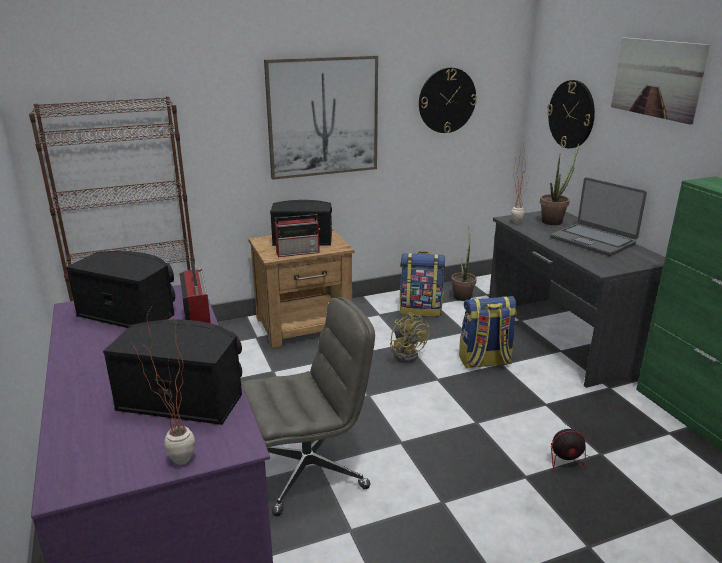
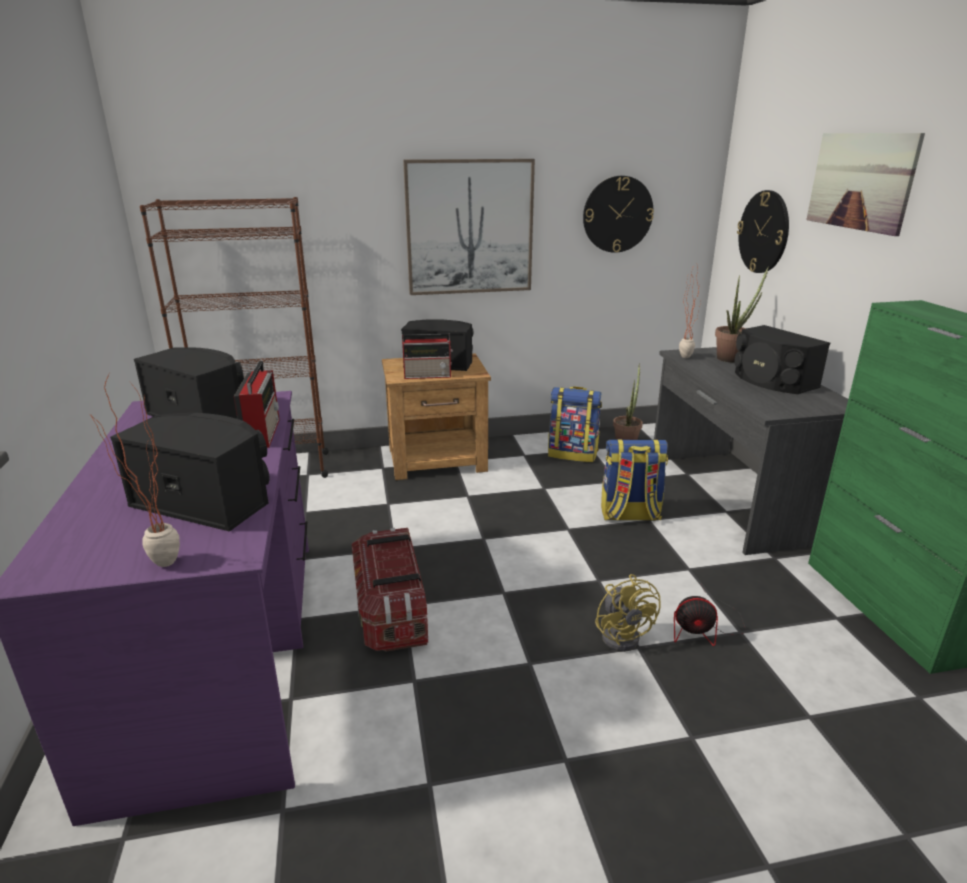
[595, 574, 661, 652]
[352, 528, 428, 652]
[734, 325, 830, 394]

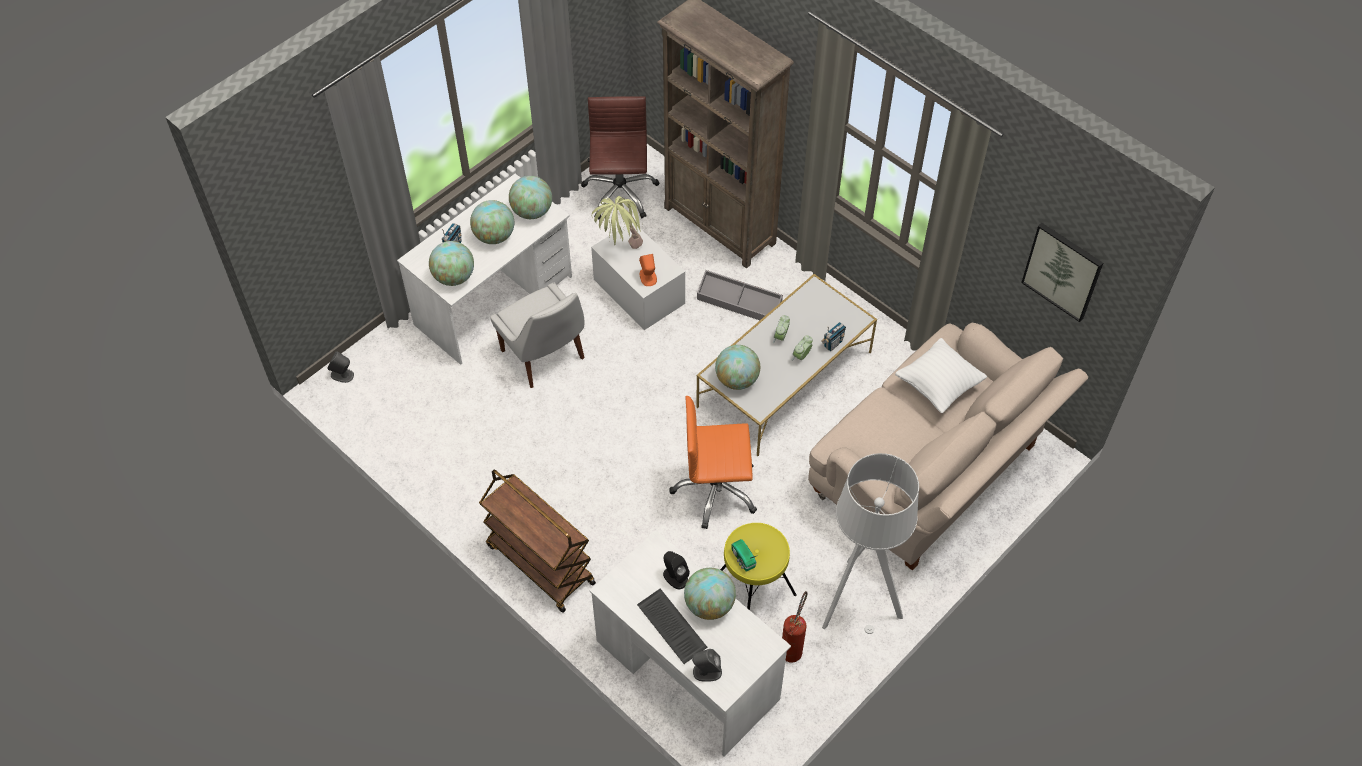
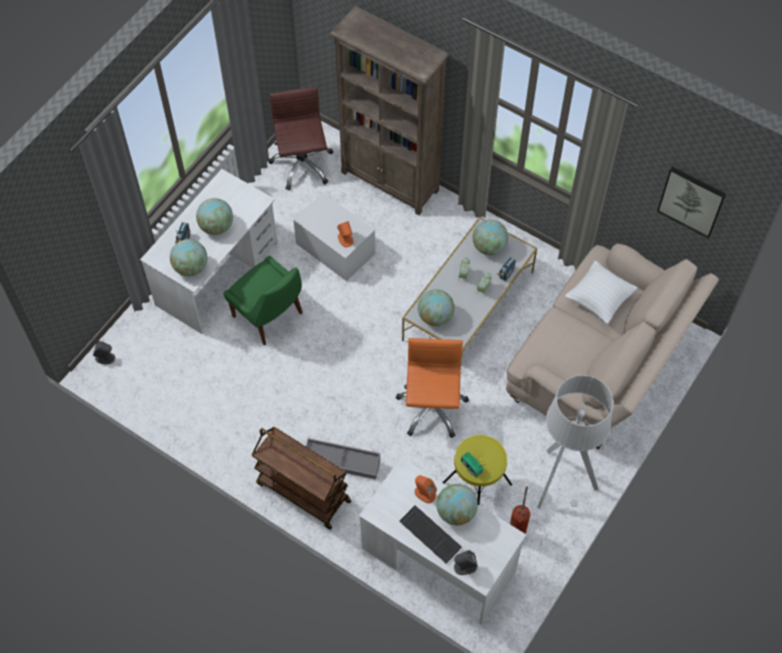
[592, 196, 643, 249] (first image)
[473, 220, 508, 255]
[306, 438, 380, 479]
[224, 256, 303, 345]
[415, 475, 437, 503]
[396, 338, 469, 438]

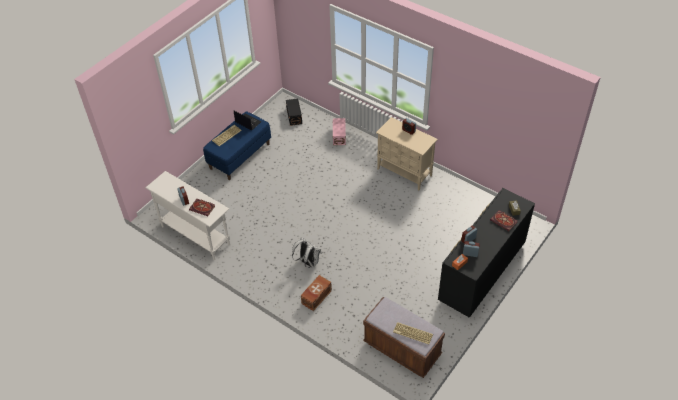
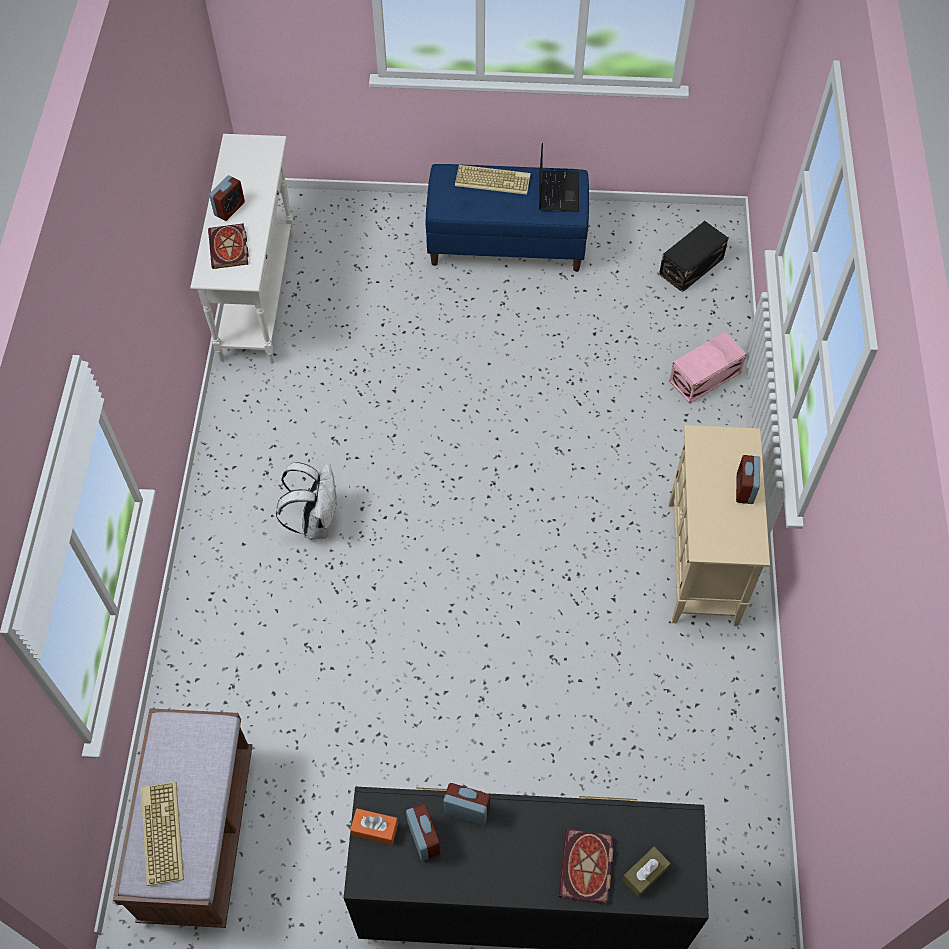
[301, 275, 332, 311] (first image)

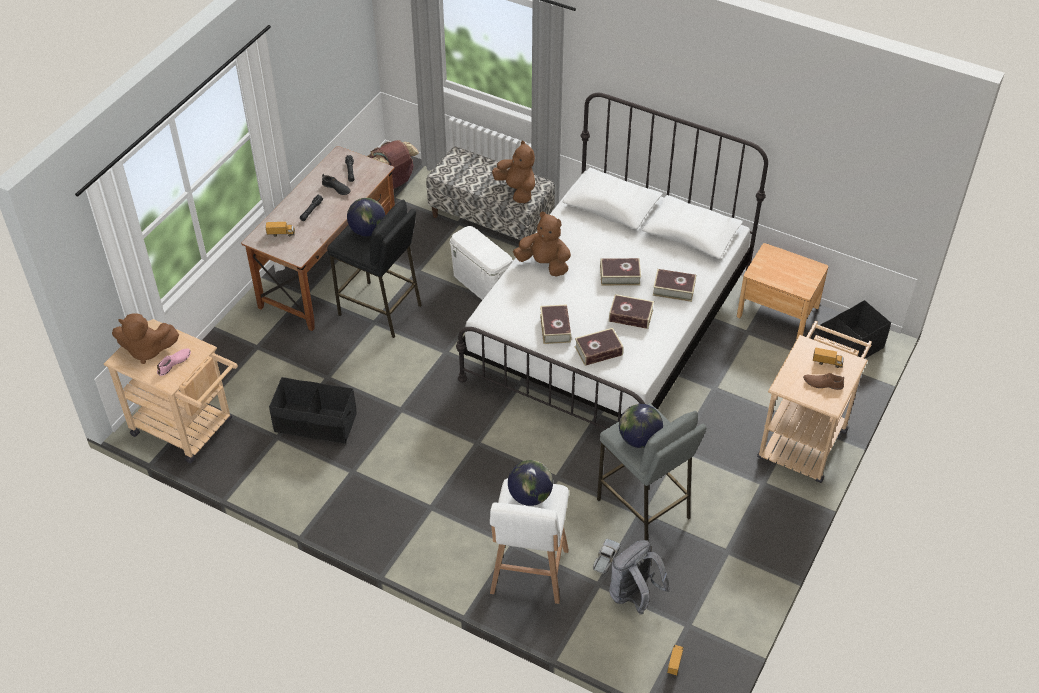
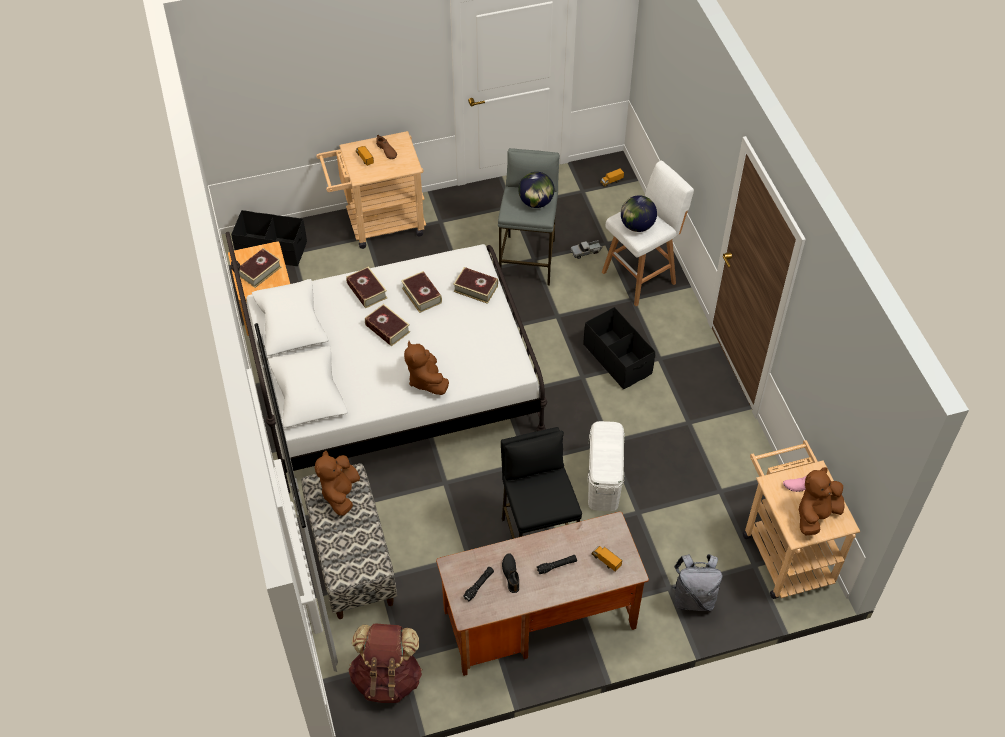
[347, 198, 385, 236] (first image)
[583, 307, 655, 390]
[588, 421, 625, 511]
[239, 248, 281, 288]
[672, 554, 722, 611]
[799, 467, 845, 535]

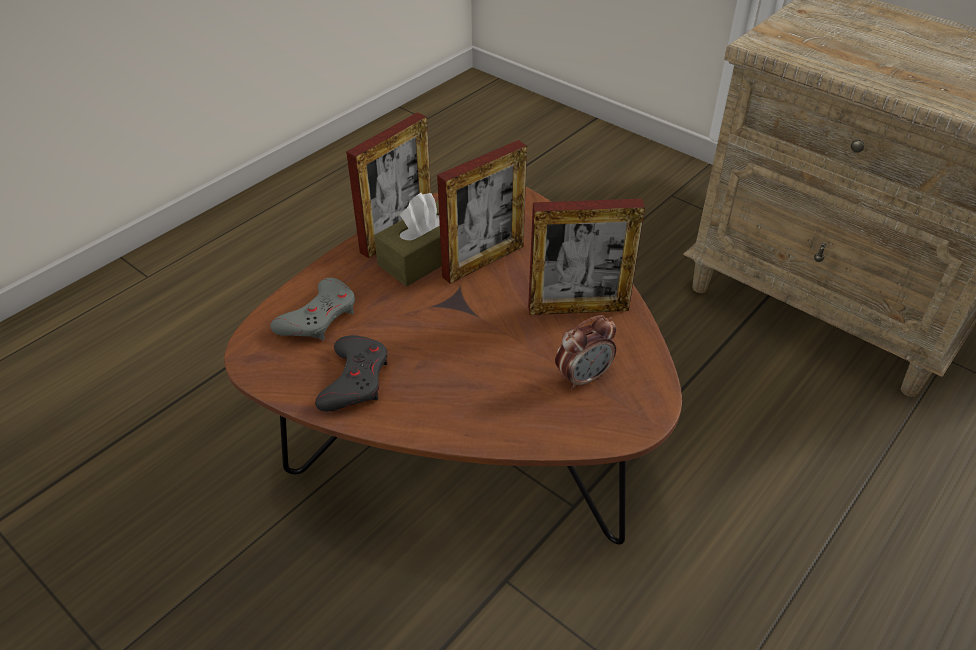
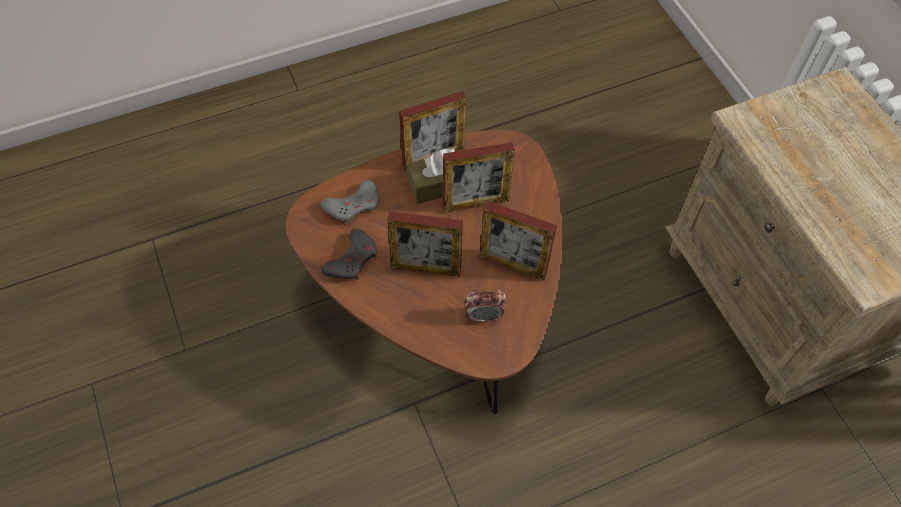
[387, 212, 463, 277]

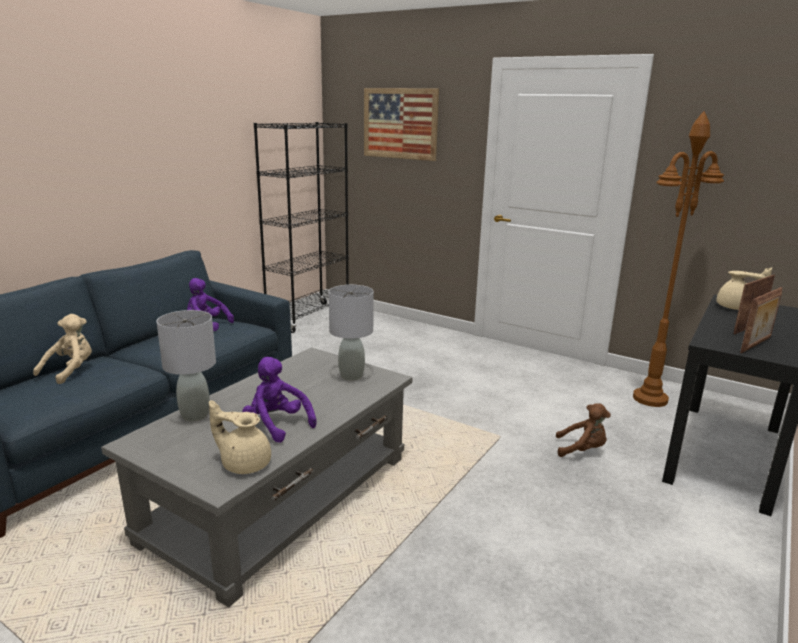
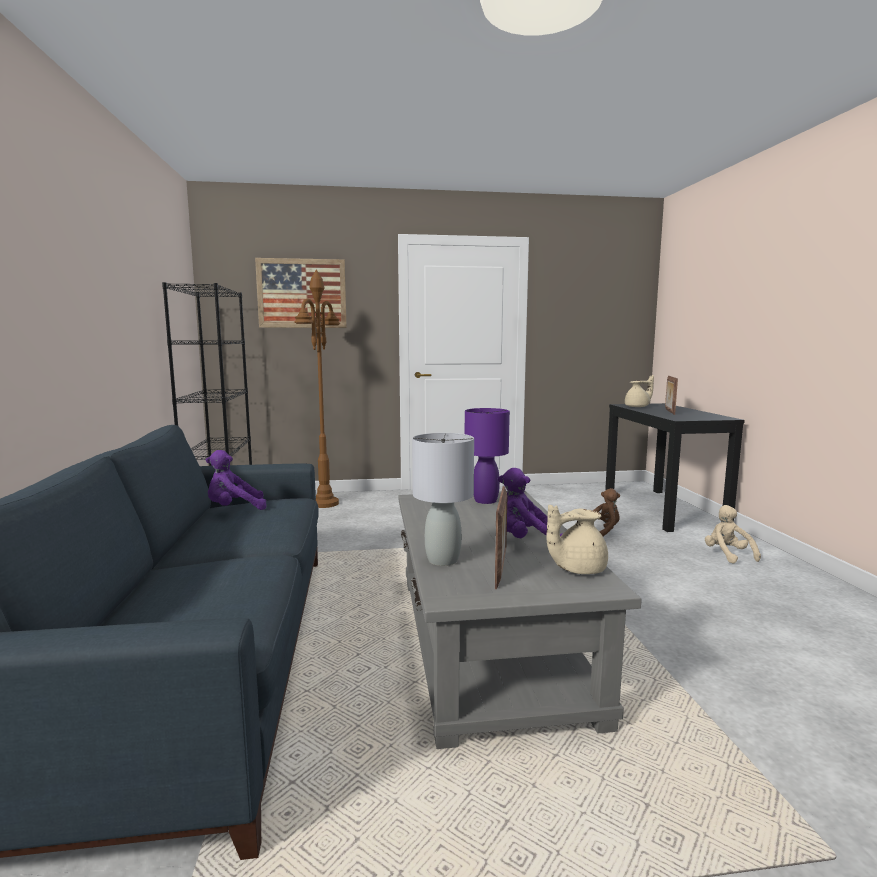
[705, 505, 761, 564]
[294, 270, 340, 508]
[495, 486, 508, 589]
[465, 408, 510, 504]

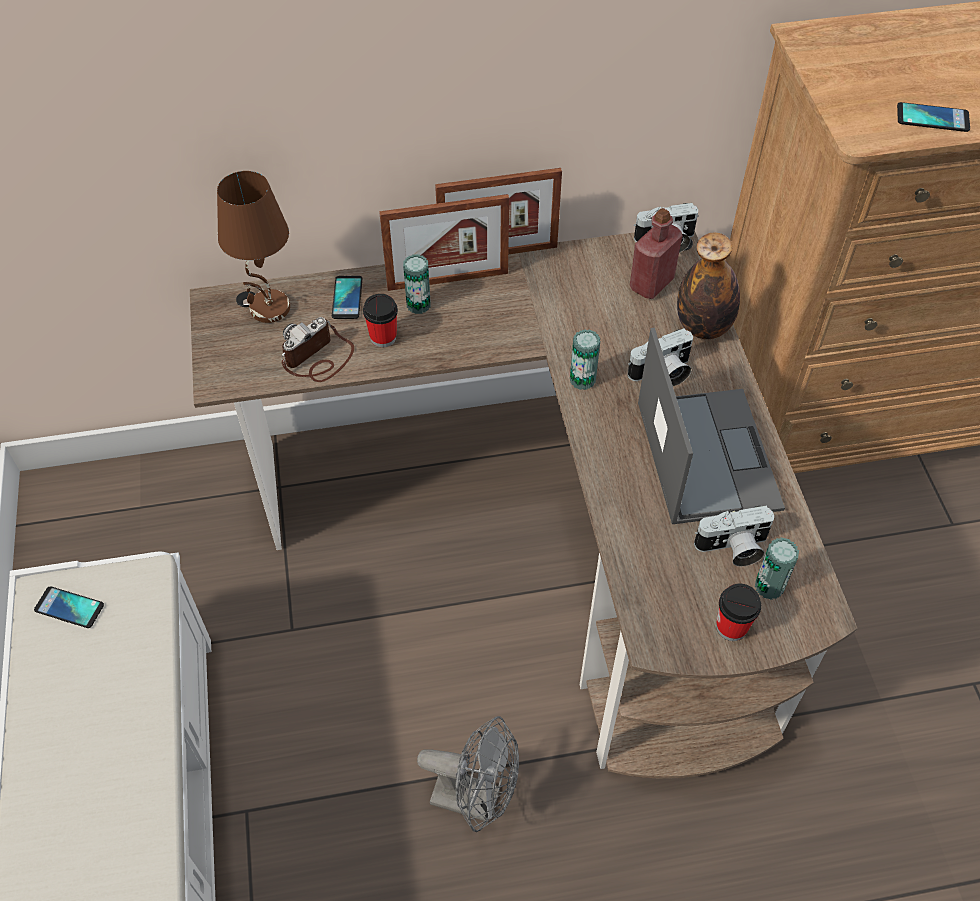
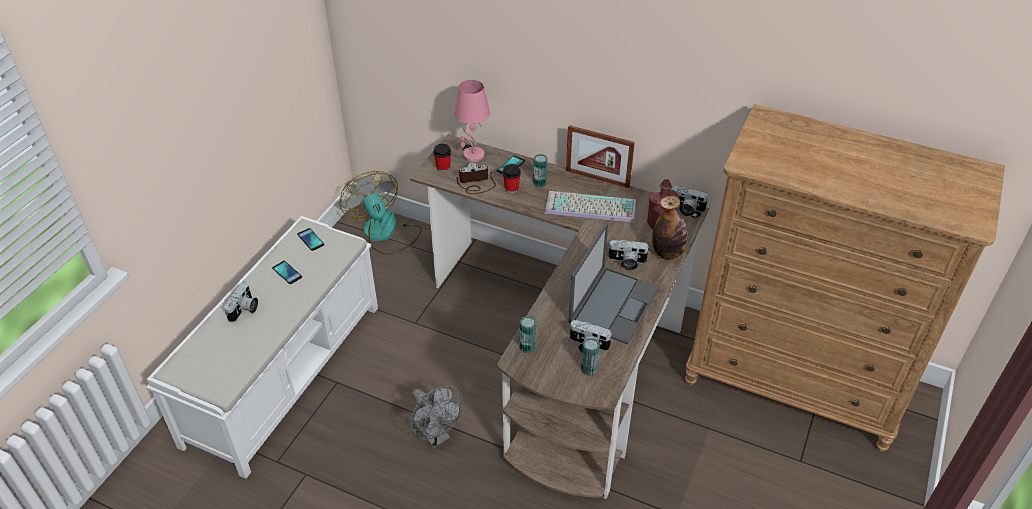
[379, 194, 509, 291] (first image)
[224, 283, 258, 323]
[340, 171, 422, 255]
[545, 191, 636, 223]
[520, 316, 536, 353]
[433, 144, 451, 172]
[272, 261, 302, 284]
[454, 80, 490, 162]

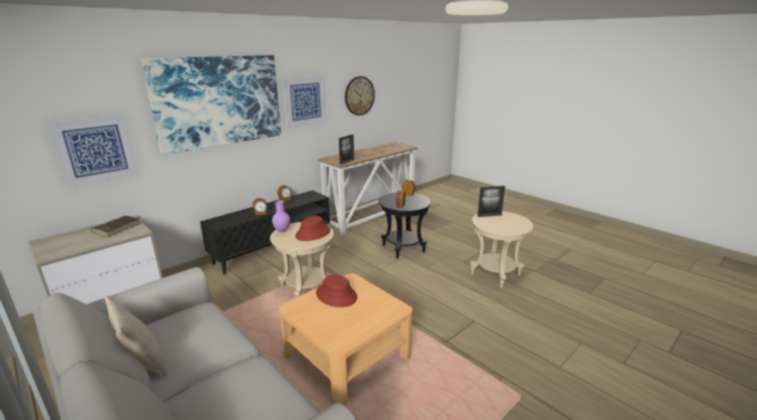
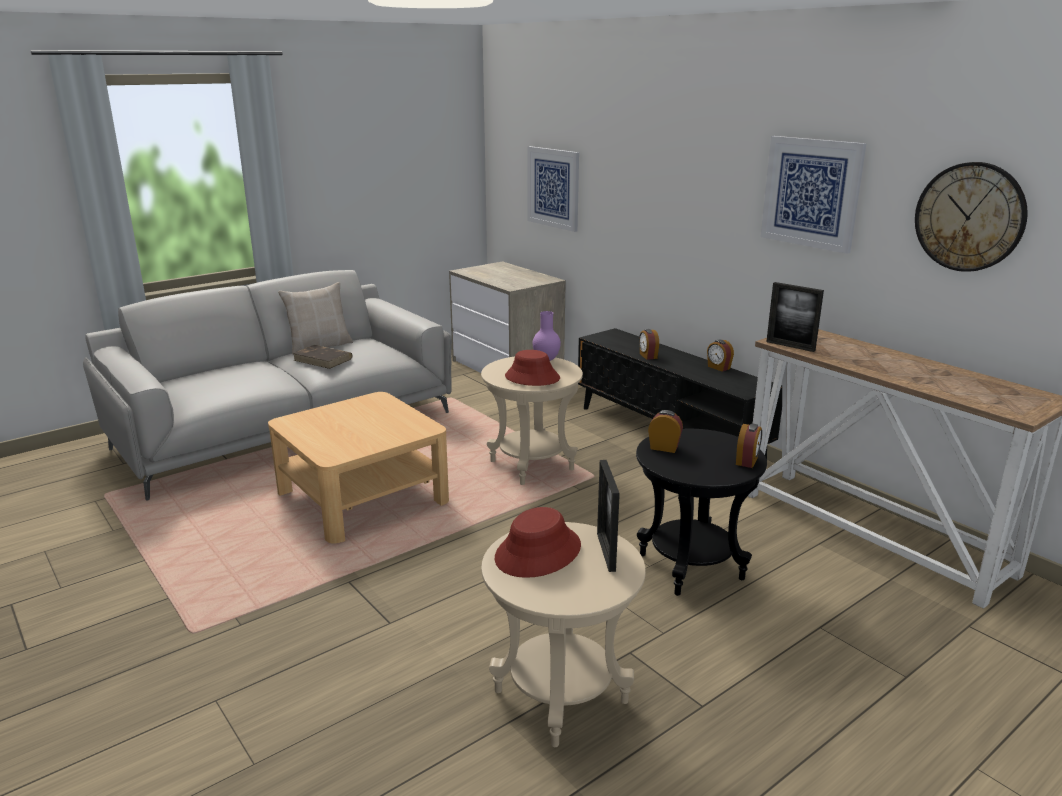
[141, 55, 281, 155] (first image)
[293, 345, 353, 369]
[495, 507, 581, 578]

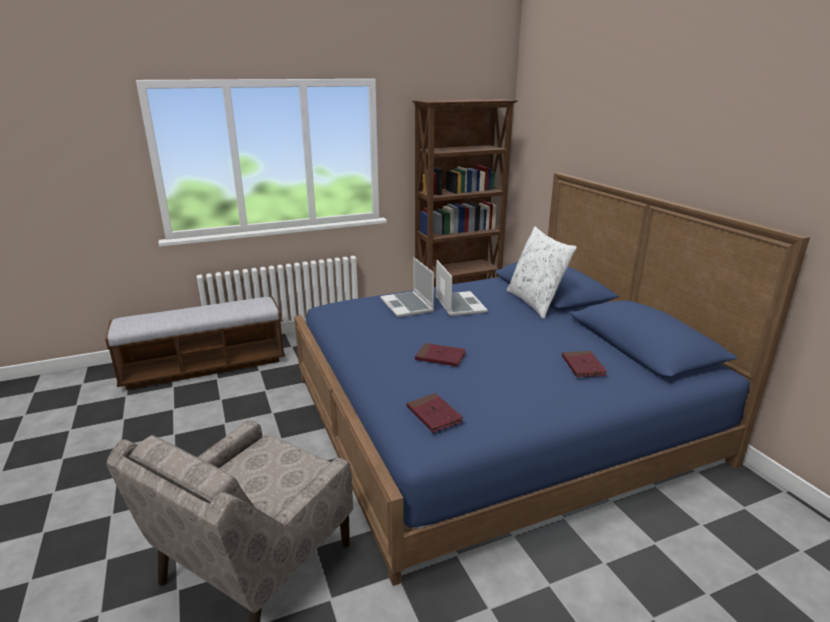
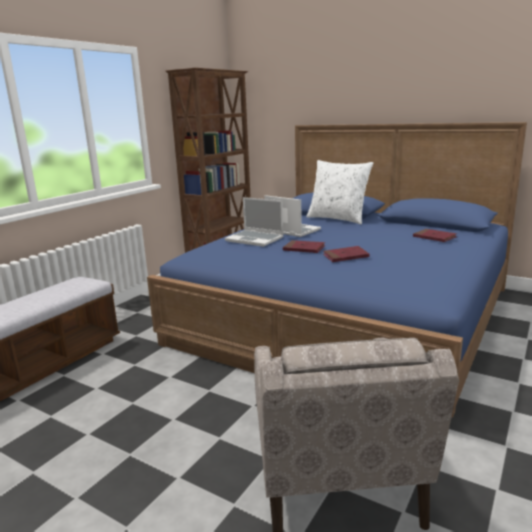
[283, 240, 326, 253]

